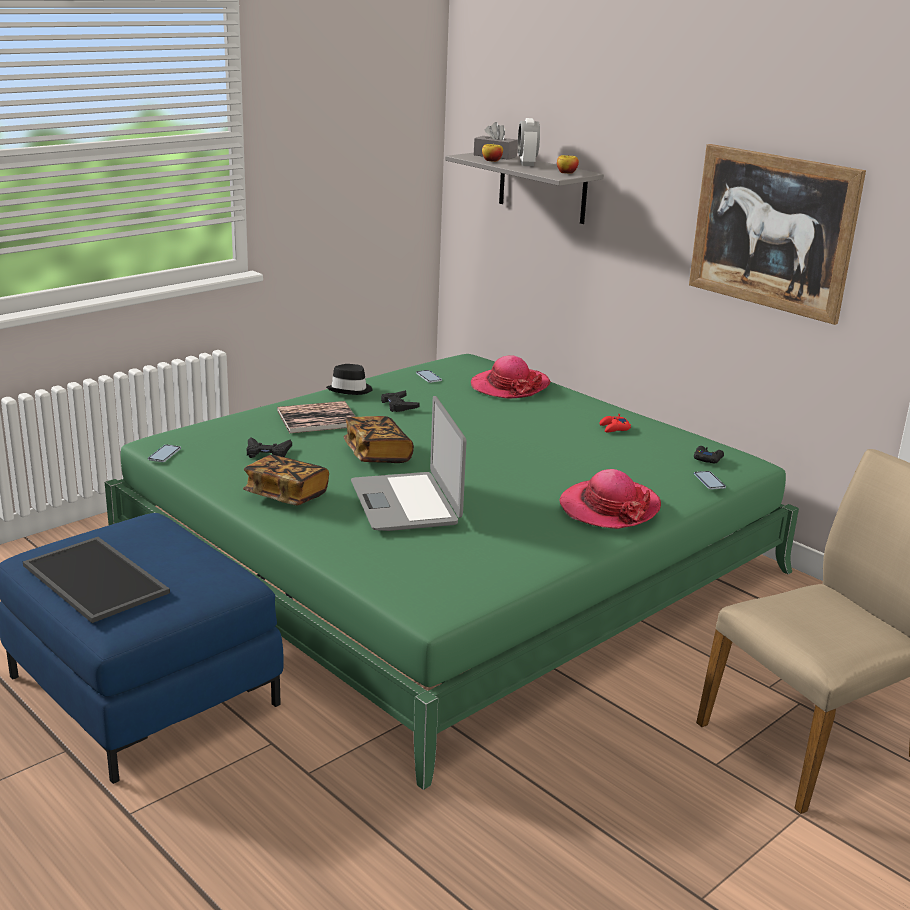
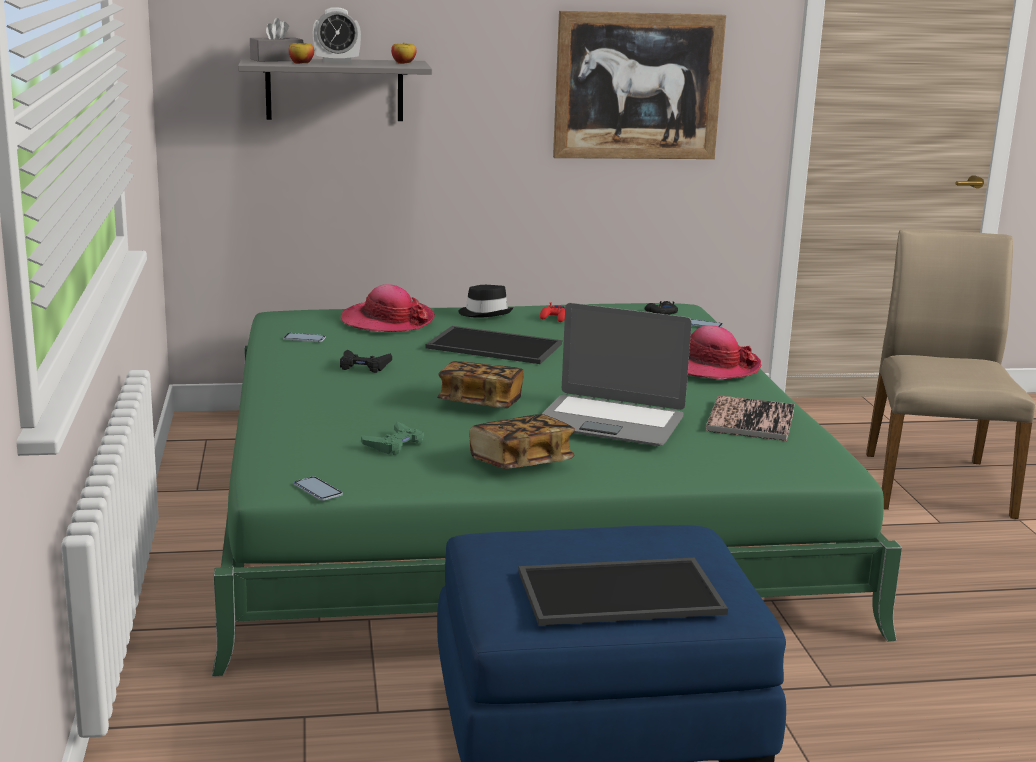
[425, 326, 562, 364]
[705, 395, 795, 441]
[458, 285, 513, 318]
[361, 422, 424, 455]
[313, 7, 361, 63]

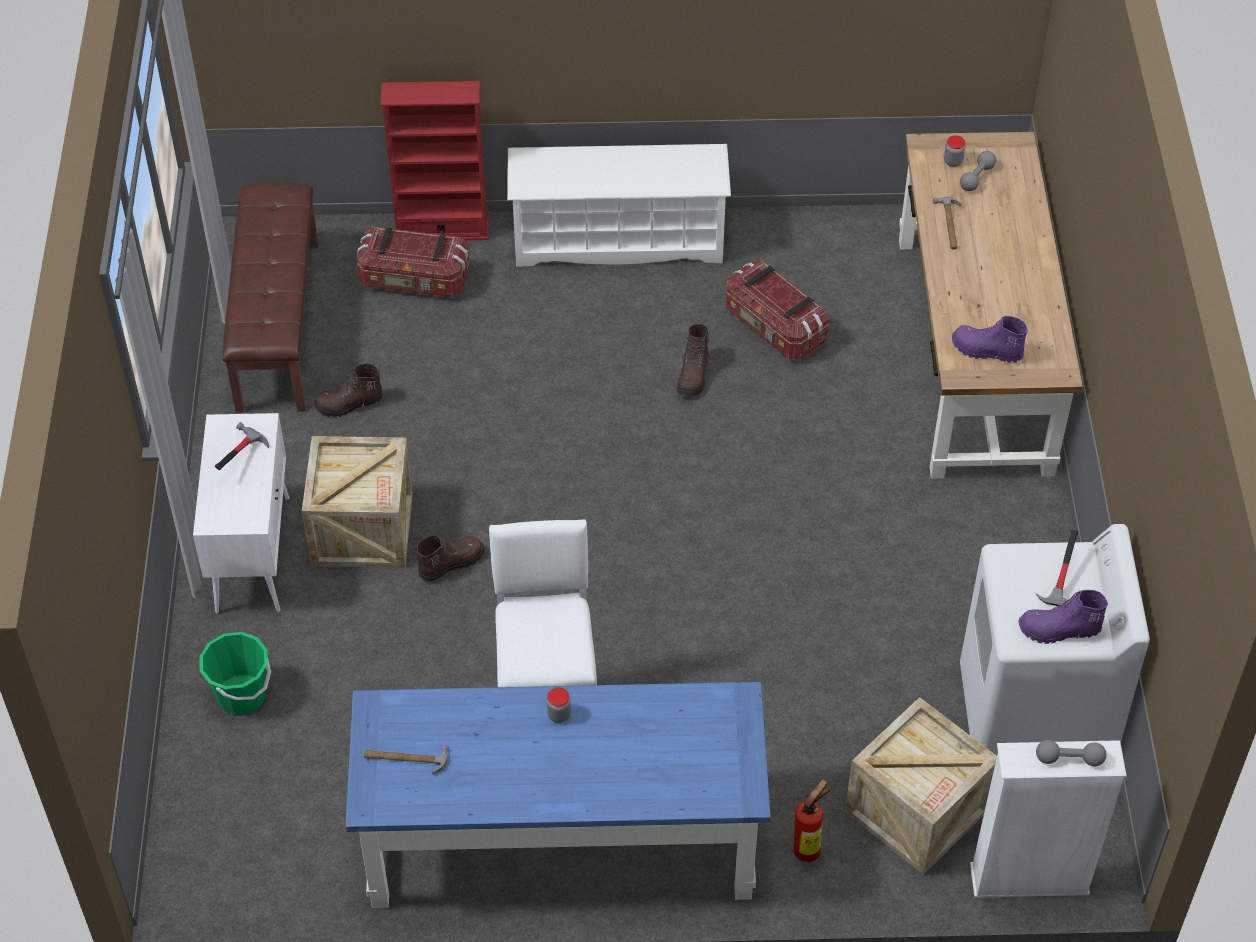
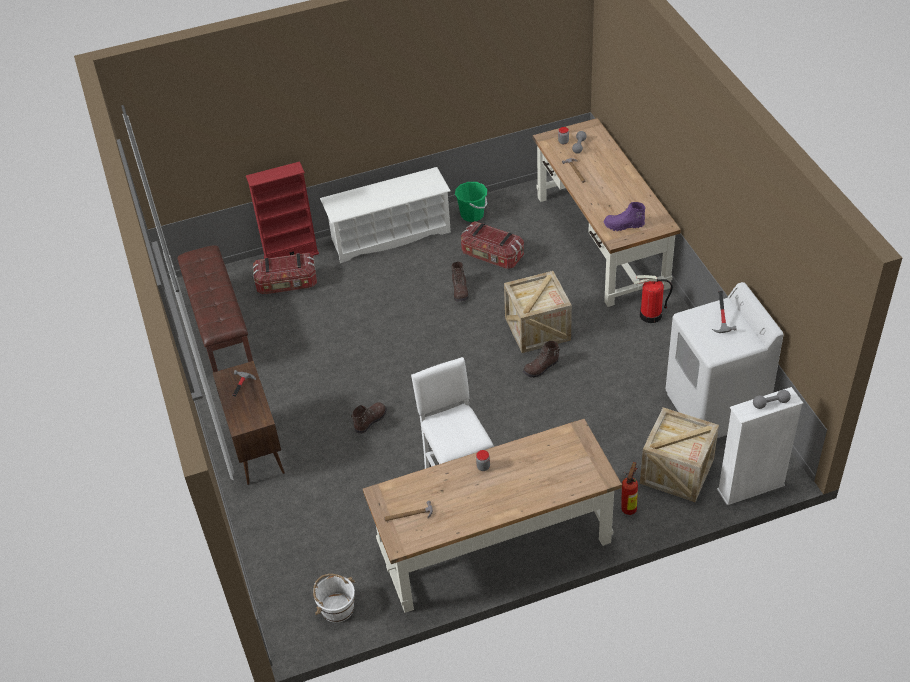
[1018, 590, 1108, 644] (first image)
[313, 574, 356, 623]
[633, 275, 673, 323]
[455, 182, 488, 222]
[504, 271, 572, 353]
[523, 341, 560, 378]
[213, 361, 285, 485]
[363, 419, 622, 613]

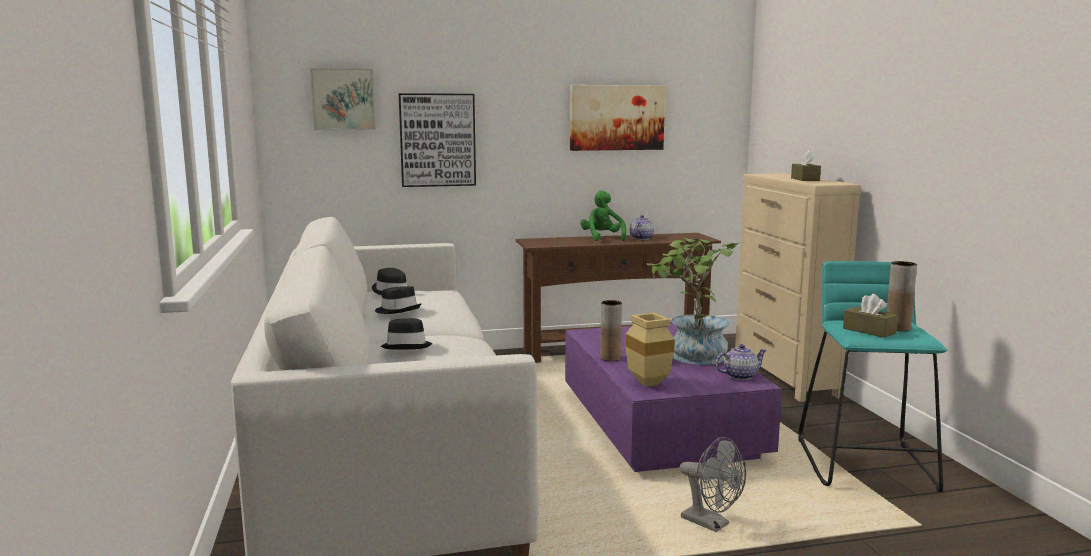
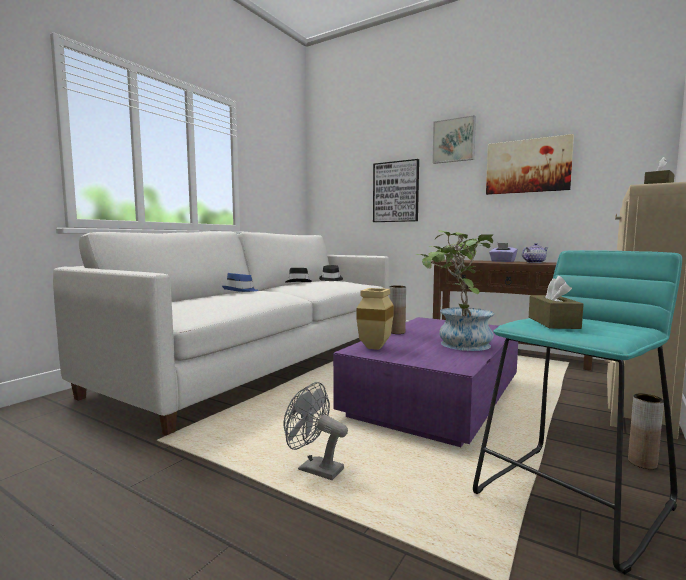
[715, 344, 767, 380] (first image)
[432, 115, 476, 164]
[628, 393, 664, 469]
[489, 243, 518, 262]
[222, 273, 258, 292]
[283, 382, 348, 480]

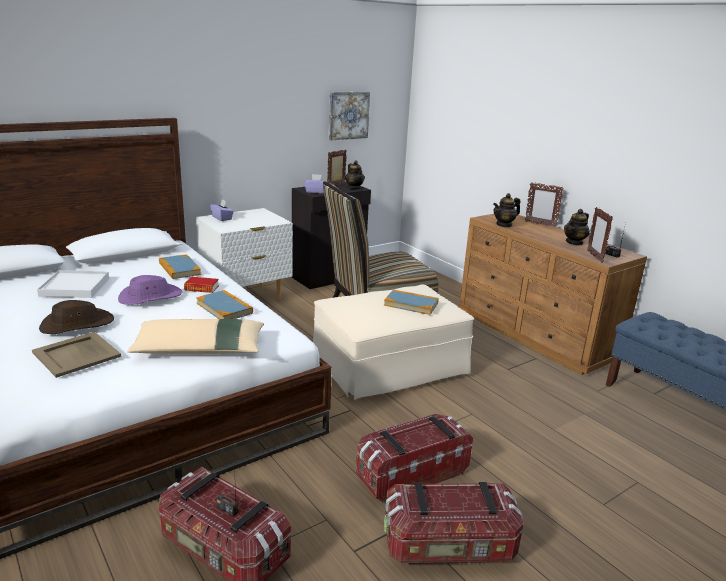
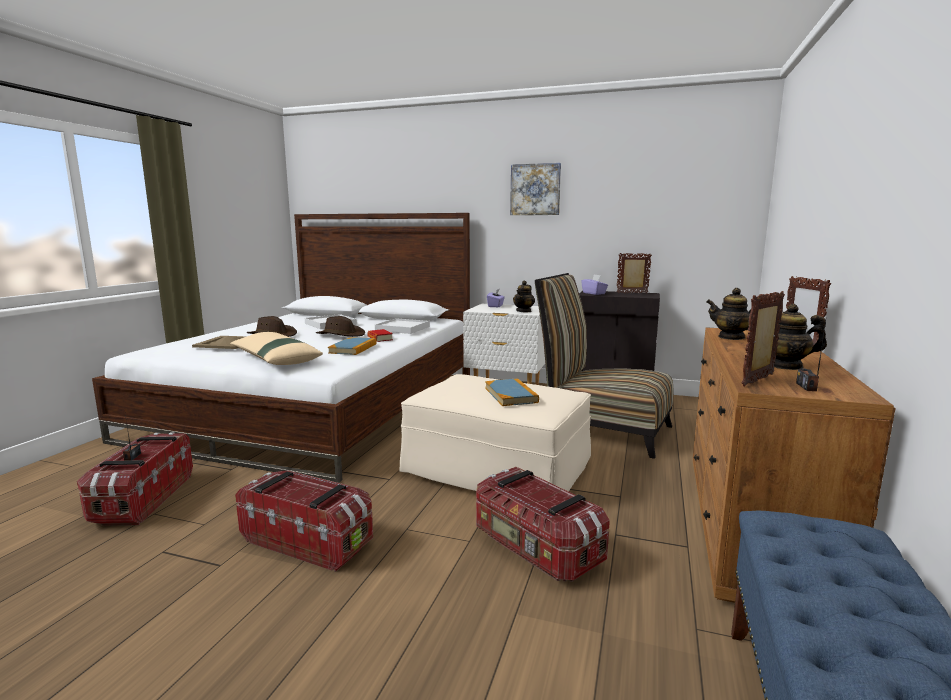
[510, 163, 561, 215]
[513, 280, 535, 313]
[476, 467, 610, 582]
[375, 318, 430, 334]
[316, 316, 365, 337]

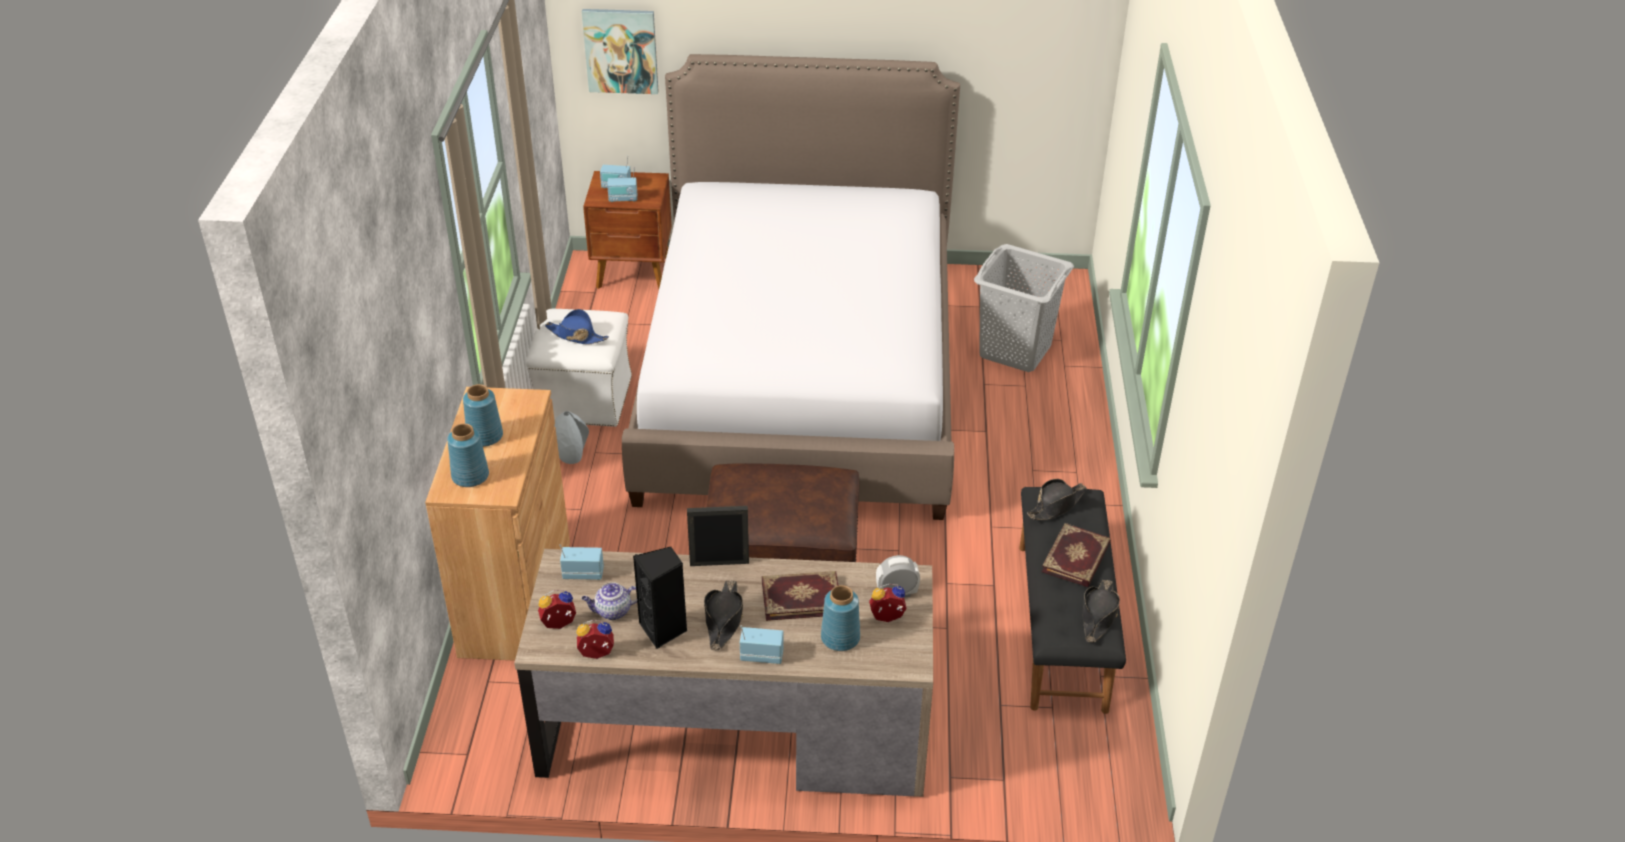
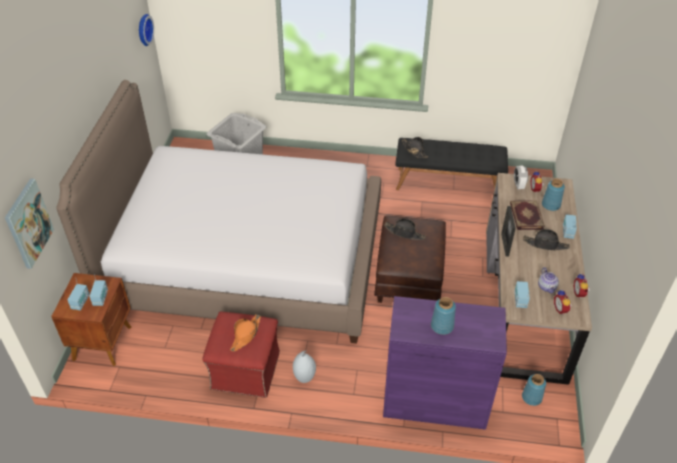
[633, 547, 687, 649] (first image)
[1041, 523, 1111, 587] (first image)
[139, 14, 154, 46]
[522, 374, 546, 406]
[384, 219, 426, 240]
[383, 296, 507, 430]
[202, 311, 280, 398]
[230, 314, 261, 352]

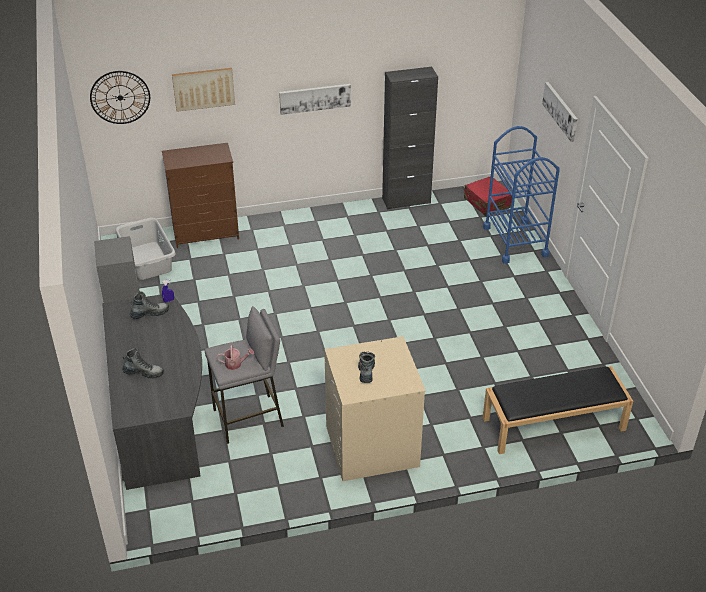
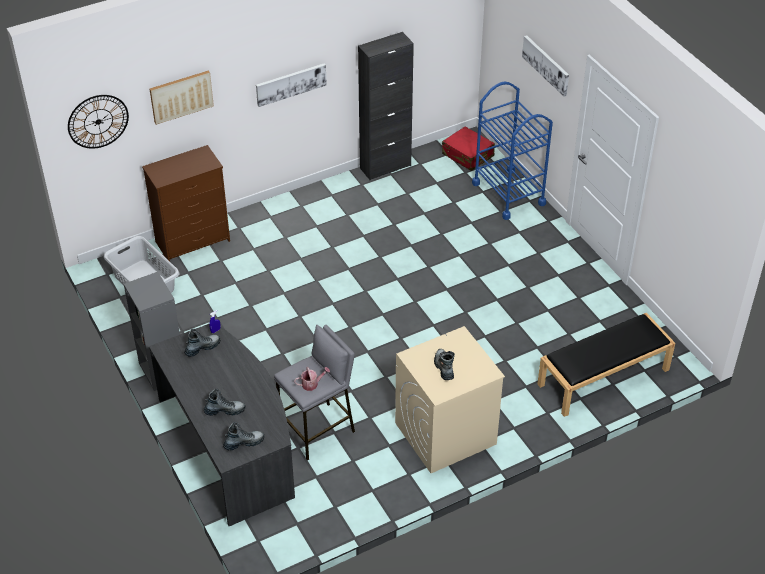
[223, 422, 264, 451]

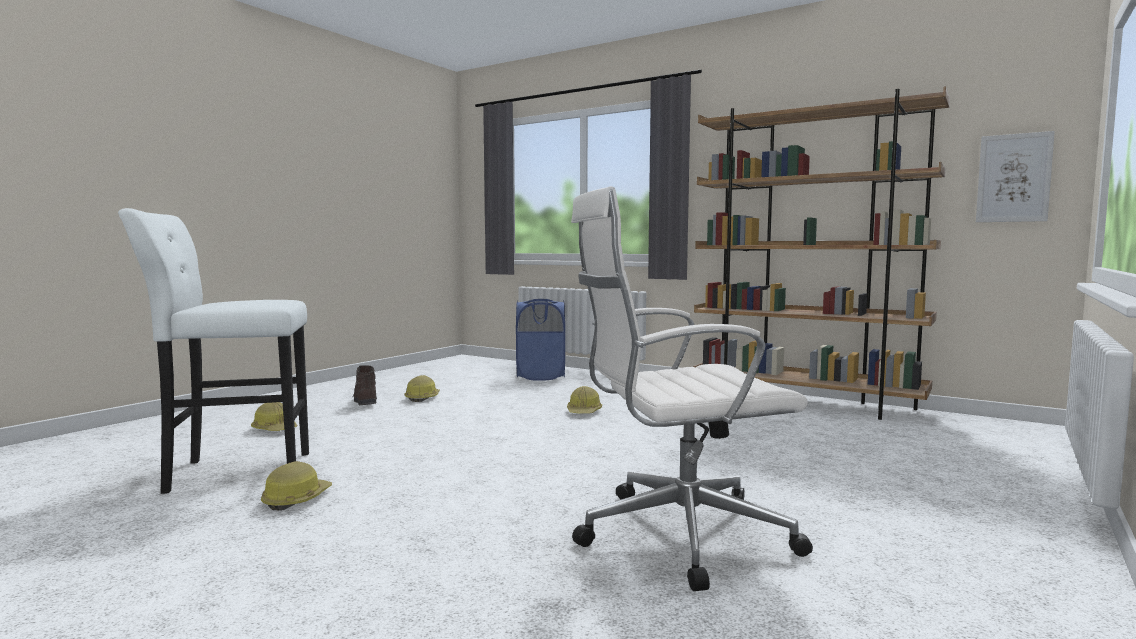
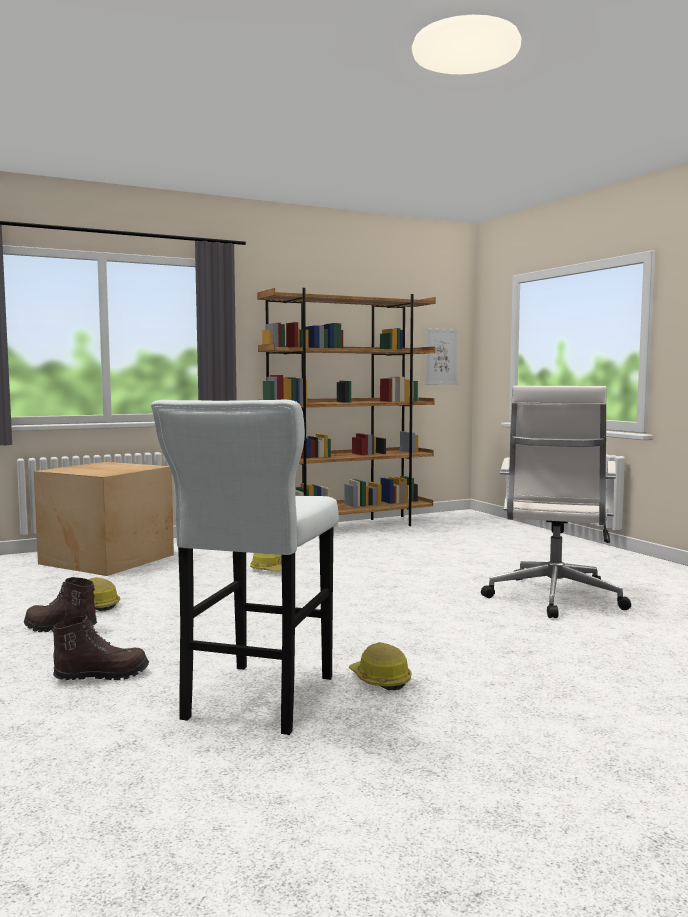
[52, 615, 149, 680]
[34, 462, 174, 576]

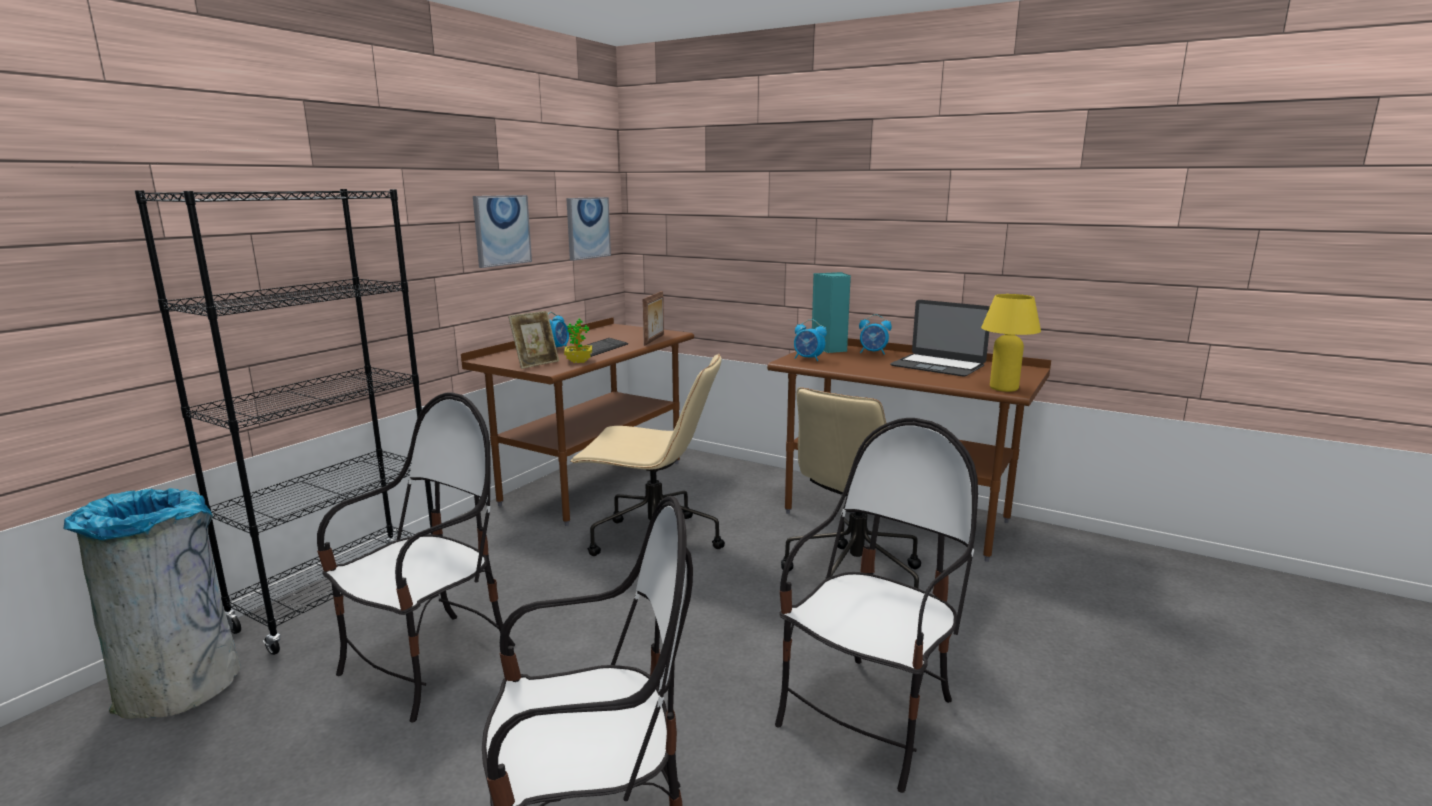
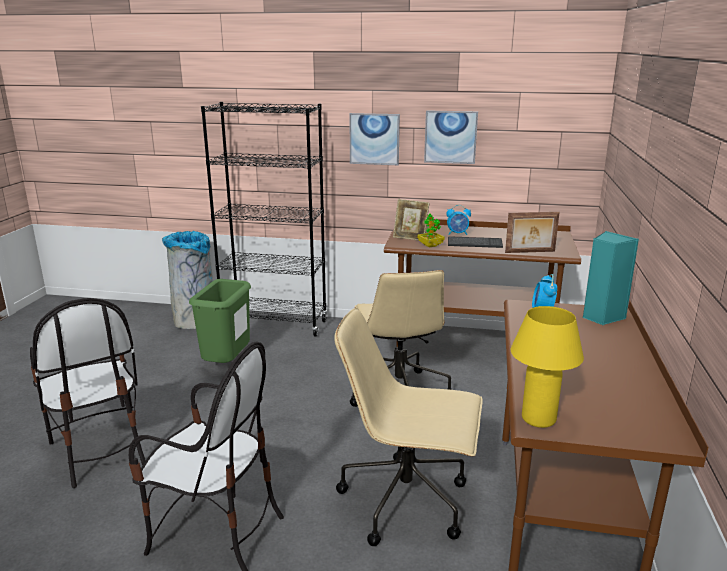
[859, 314, 892, 355] (first image)
[890, 300, 990, 377] (first image)
[349, 113, 400, 165]
[189, 279, 251, 363]

